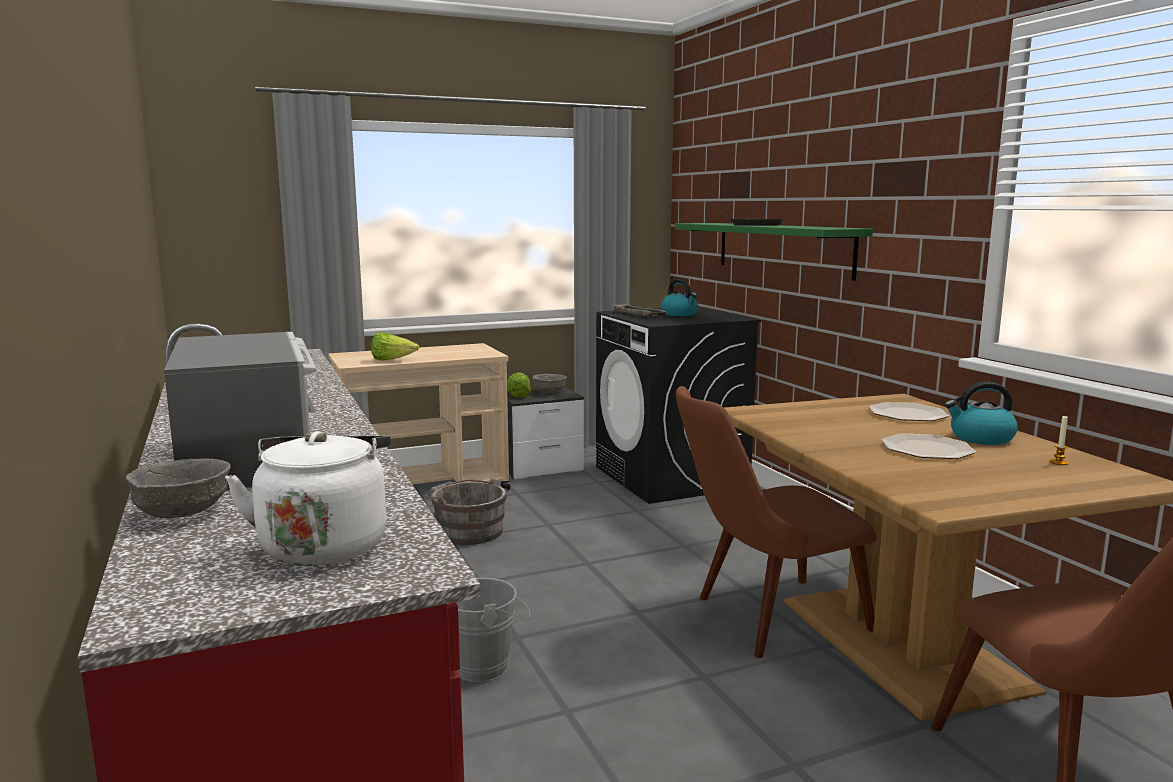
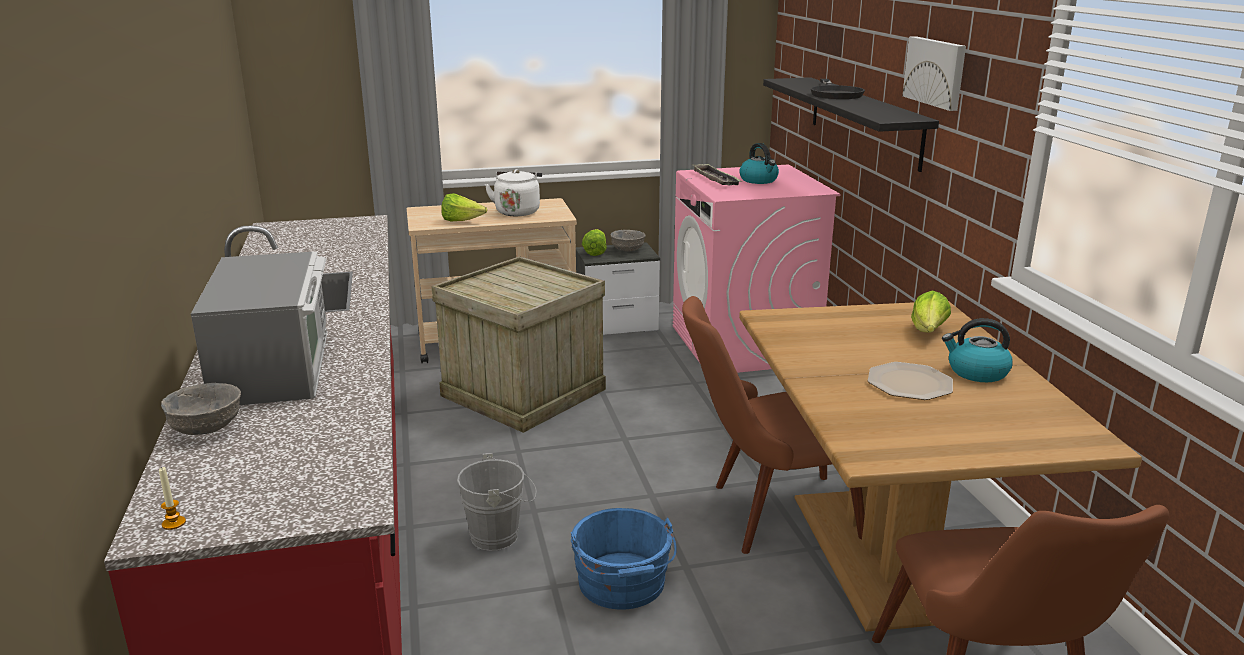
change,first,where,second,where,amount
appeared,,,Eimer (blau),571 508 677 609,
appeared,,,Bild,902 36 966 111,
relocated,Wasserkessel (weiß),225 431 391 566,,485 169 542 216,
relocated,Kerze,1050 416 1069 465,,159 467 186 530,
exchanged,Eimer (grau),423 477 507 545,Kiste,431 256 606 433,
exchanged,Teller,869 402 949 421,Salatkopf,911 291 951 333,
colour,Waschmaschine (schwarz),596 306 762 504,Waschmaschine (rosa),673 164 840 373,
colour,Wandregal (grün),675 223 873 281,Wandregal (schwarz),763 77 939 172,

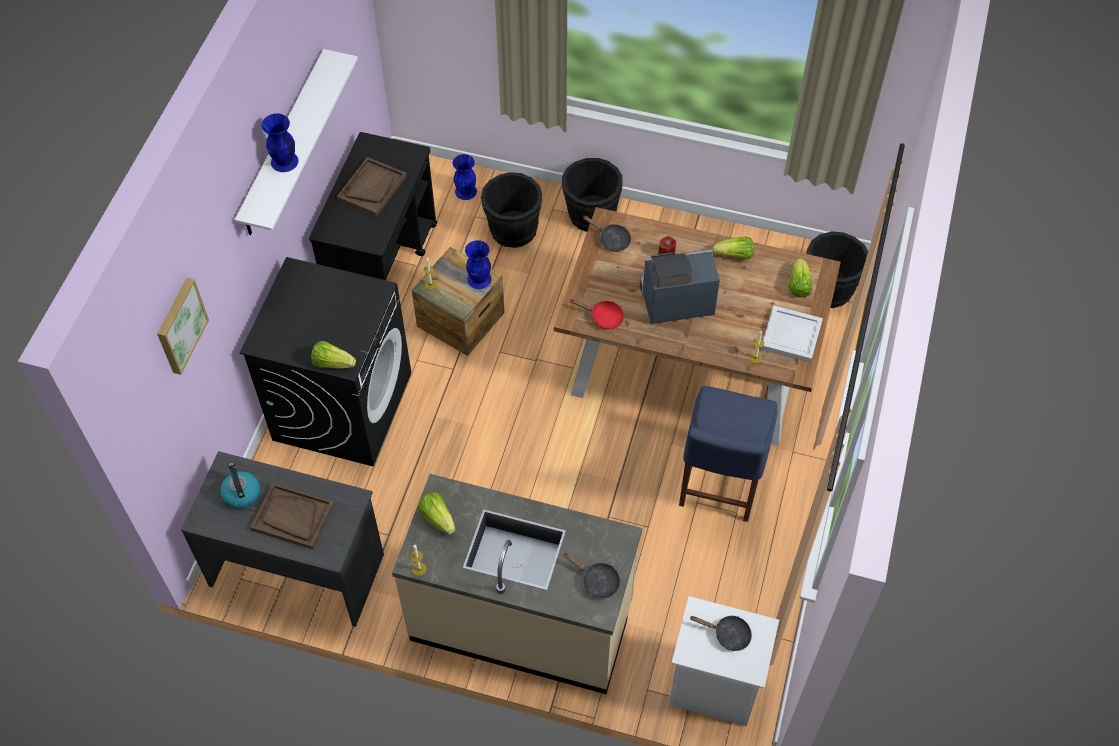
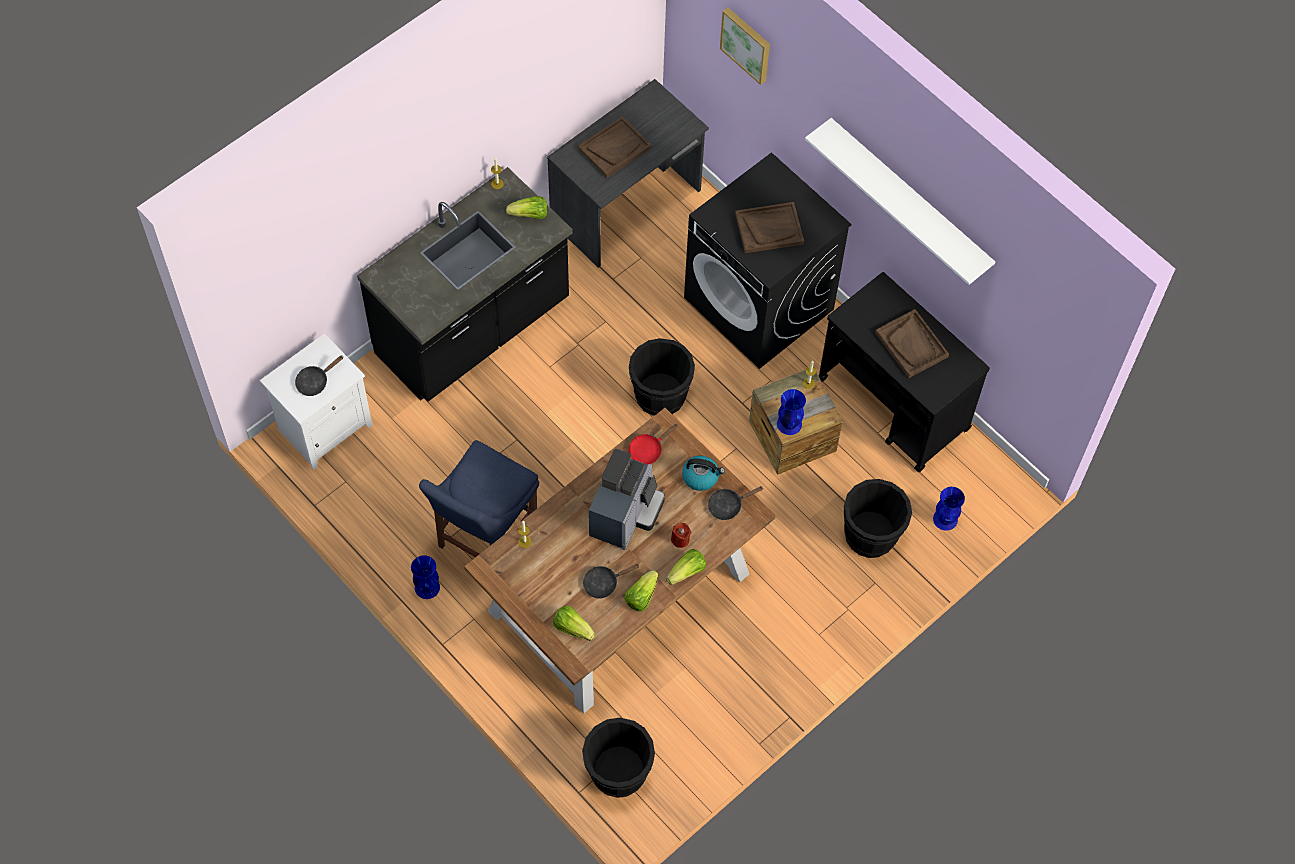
change,first,where,second,where,amount
missing,Tablett (weiß),761 306 823 363,,,
appeared,,,Tablett (braun),735 202 804 253,
relocated,Wasserkessel,220 463 260 508,,682 456 725 491,
relocated,Vase (blau),262 113 298 172,,411 555 440 599,
relocated,Salatkopf,311 341 356 369,,666 549 706 585,
relocated,Eimer (schwarz),562 158 623 232,,629 338 695 416,
relocated,Pfanne (schwarz),563 552 620 599,,583 564 640 598,
colour,Küchenzeile (beige),392 474 642 694,Küchenzeile (schwarz),357 167 573 402,
spun,Stuhl (blau),679 386 778 522,,419 440 539 557,105 degrees counterclockwise

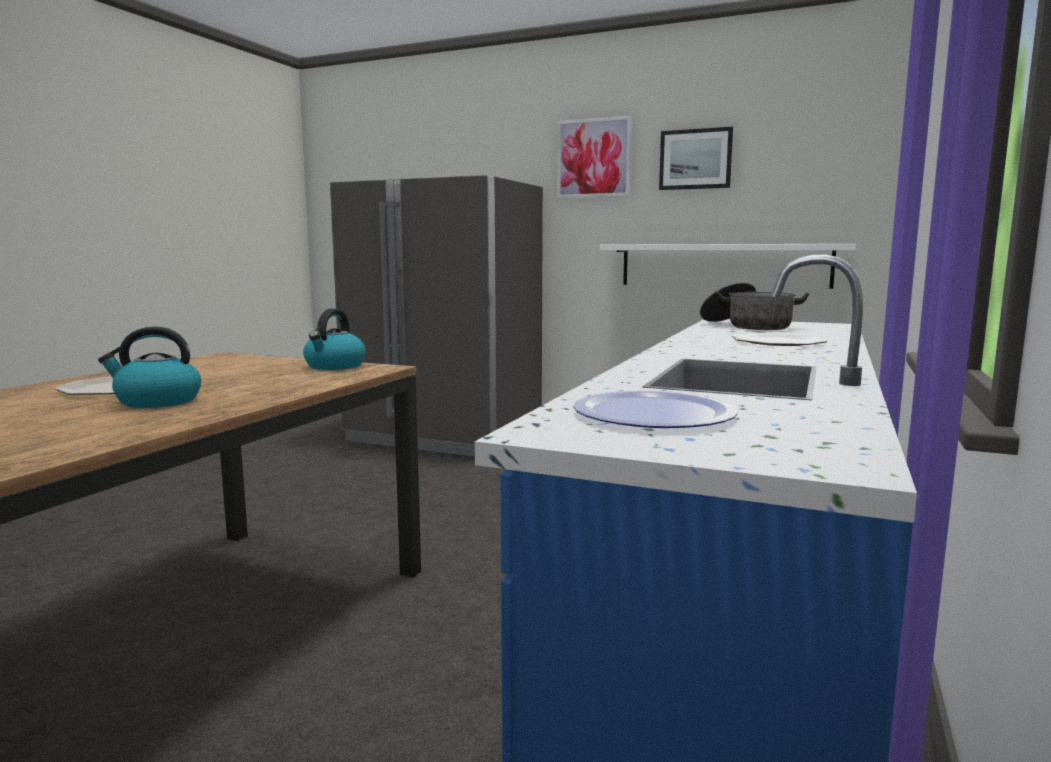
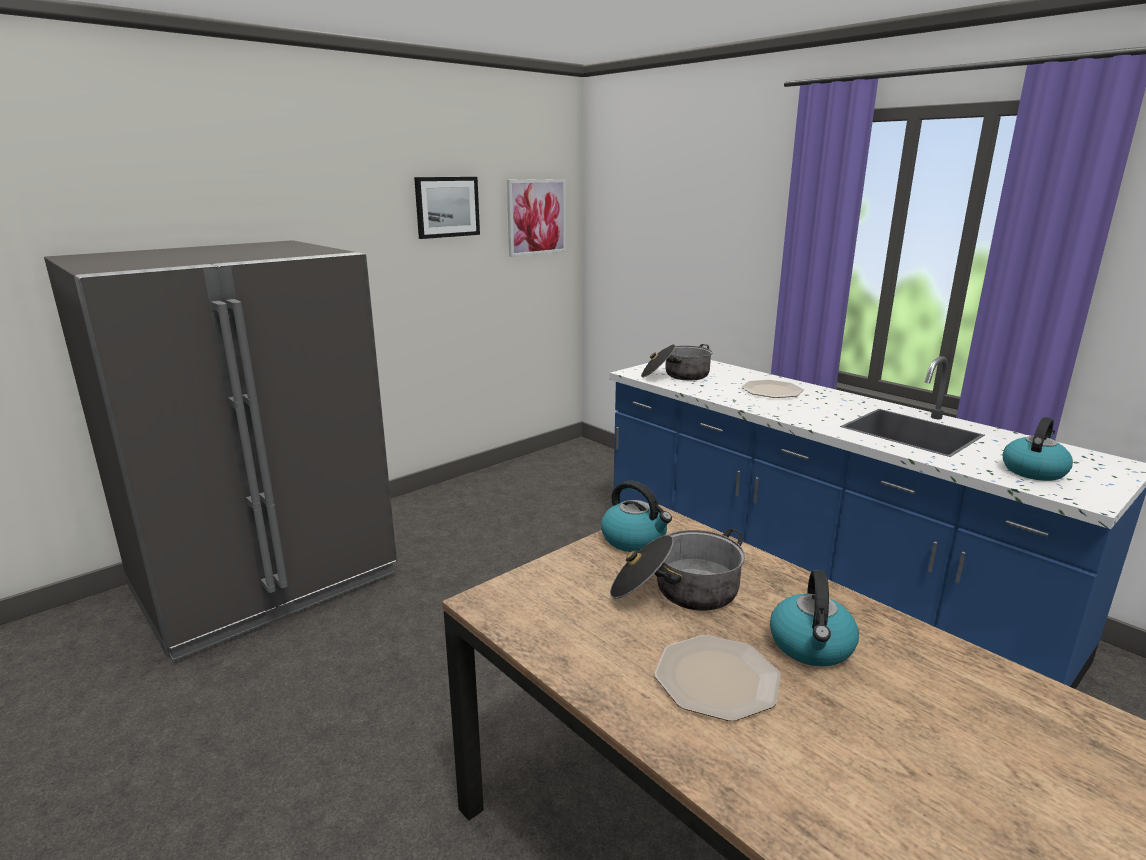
change,first,where,second,where,amount
missing,Wandregal (weiß),600 244 856 289,,,
appeared,,,Kochtopf,610 528 745 611,
relocated,Bild,557 116 632 198,,507 179 566 257,
exchanged,Teller,573 390 738 428,Wasserkessel,1003 417 1073 481,

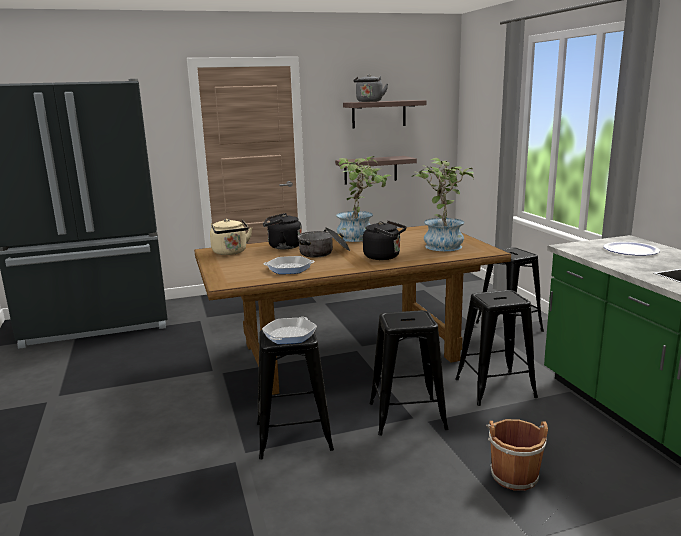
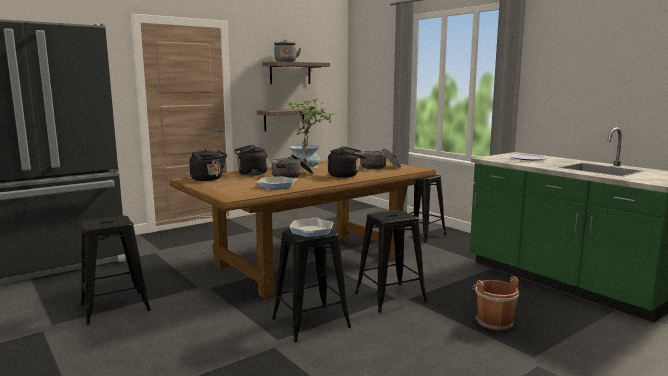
change,first,where,second,where,amount
relocated,Hocker (schwarz),455 290 538 406,,81 216 151 325,
exchanged,Topfpflanze,412 158 474 251,Kochtopf,358 148 401 169,
colour,Wasserkessel (beige),210 219 252 255,Wasserkessel (schwarz),189 149 227 181,

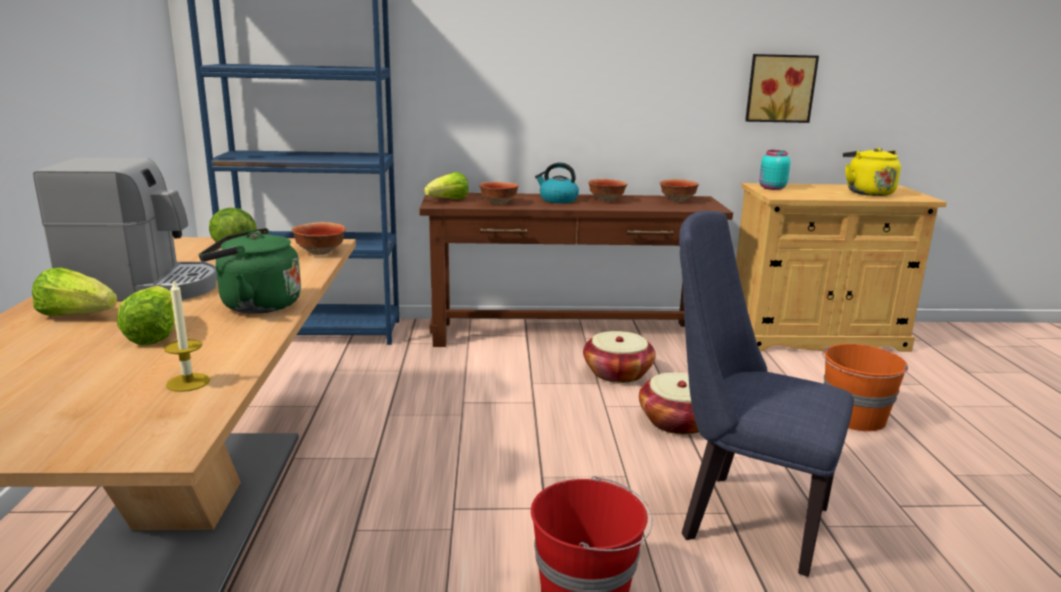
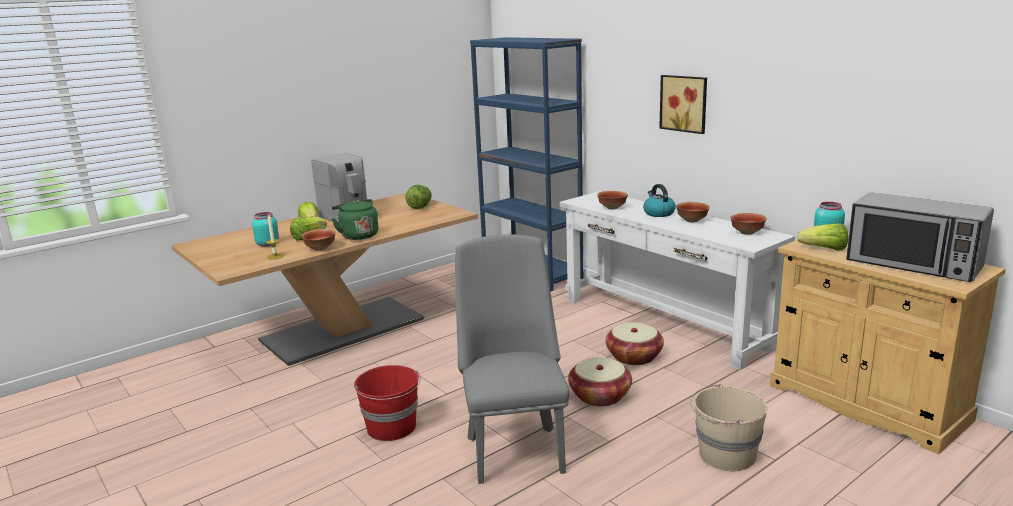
change,first,where,second,where,amount
appeared,,,Vorratsglas (türkis),252 212 279 247,
relocated,Schüssel,292 222 346 255,,302 229 336 251,
relocated,Salatkopf,424 172 469 199,,797 223 848 251,
relocated,Bild,745 54 819 123,,659 75 707 134,
exchanged,Wasserkessel (gelb),843 148 901 196,Mikrowelle,846 192 994 282,
colour,Konsolentisch (braun),419 193 733 347,Konsolentisch (weiß),560 191 795 370,
colour,Stuhl (blau),679 211 854 577,Stuhl (grau),455 234 570 484,
colour,Eimer (orange),822 344 908 431,Eimer (beige),690 384 767 471,

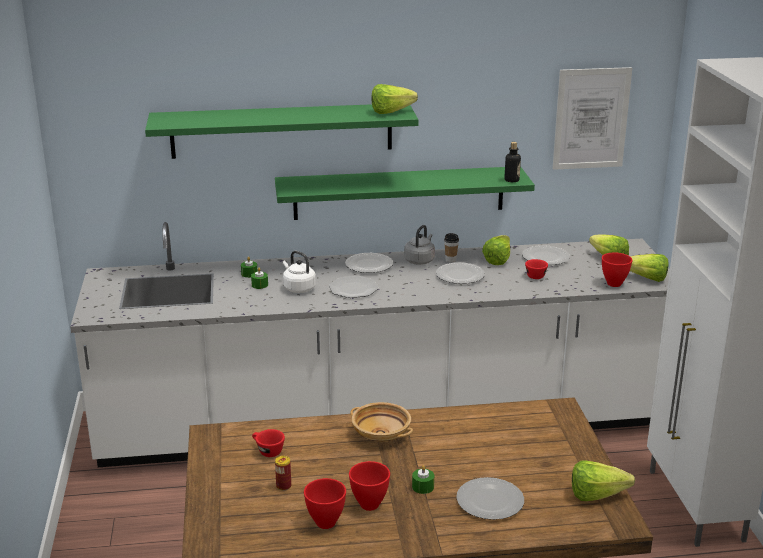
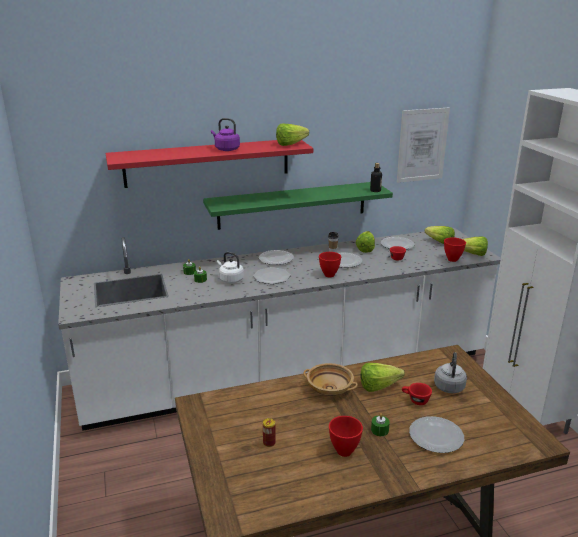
change,first,where,second,where,amount
appeared,,,Wasserkessel (lila),211 118 240 151,
relocated,Tasse (rot),252 429 285 457,,402 383 432 405,
relocated,Schüssel (rot),304 478 346 529,,319 252 341 277,
relocated,Wasserkessel (grau),404 225 435 265,,434 352 467 393,
relocated,Salatkopf,572 461 635 501,,360 363 405 392,
colour,Wandregal (grün),145 104 418 159,Wandregal (rot),106 140 313 188,

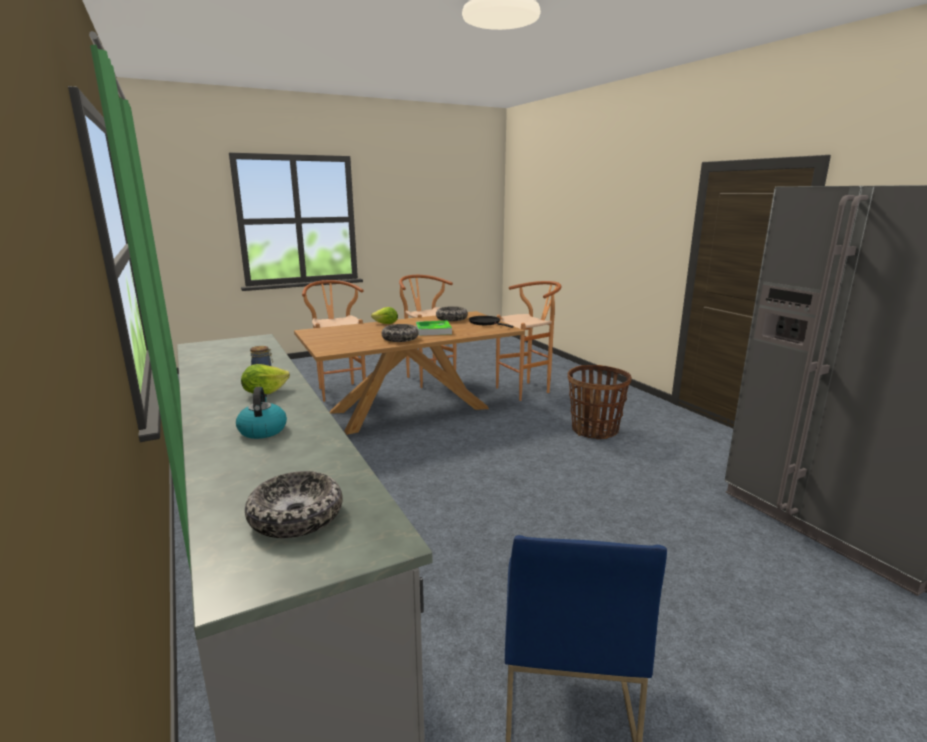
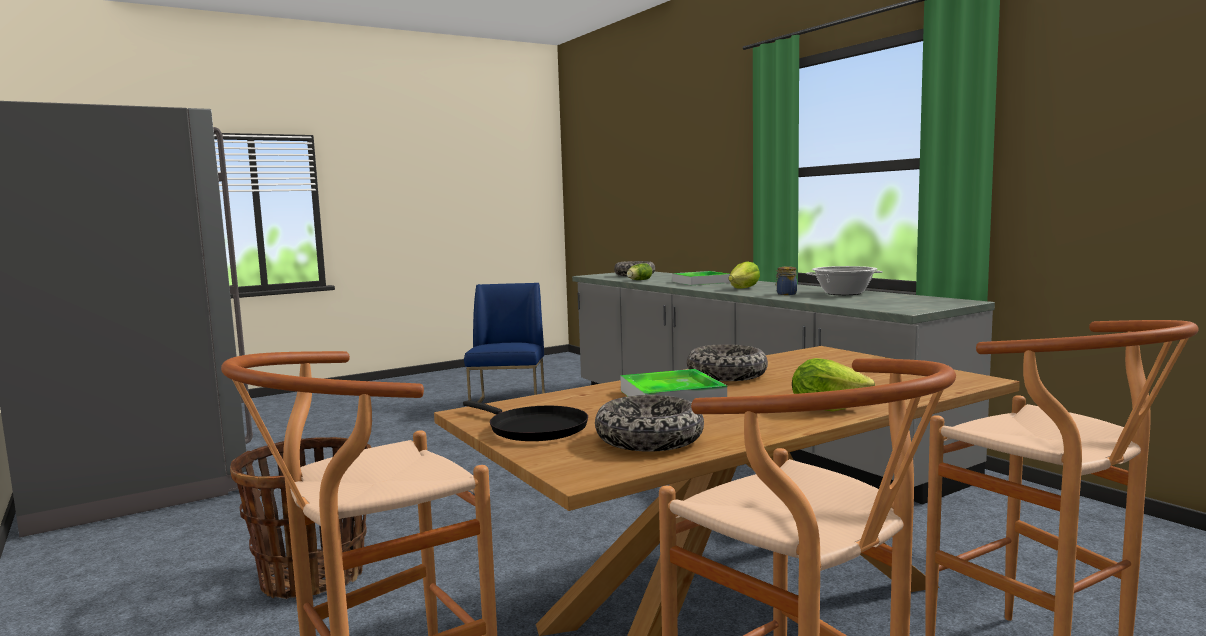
change,first,where,second,where,amount
appeared,,,Salatkopf,627 263 652 280,
appeared,,,Kochtopf,806 266 883 295,
exchanged,Wasserkessel,236 387 287 439,Tablett,672 271 731 285,

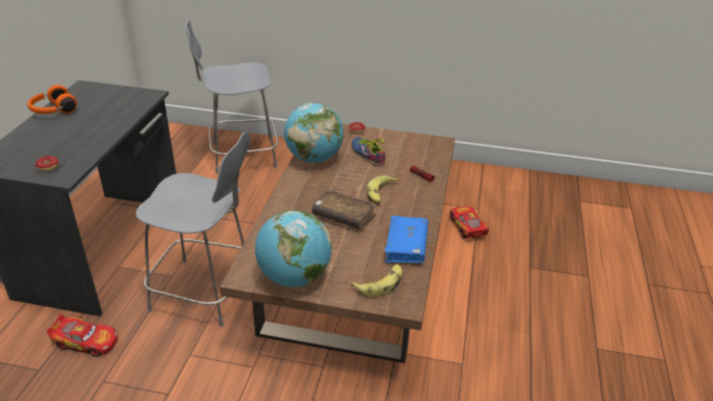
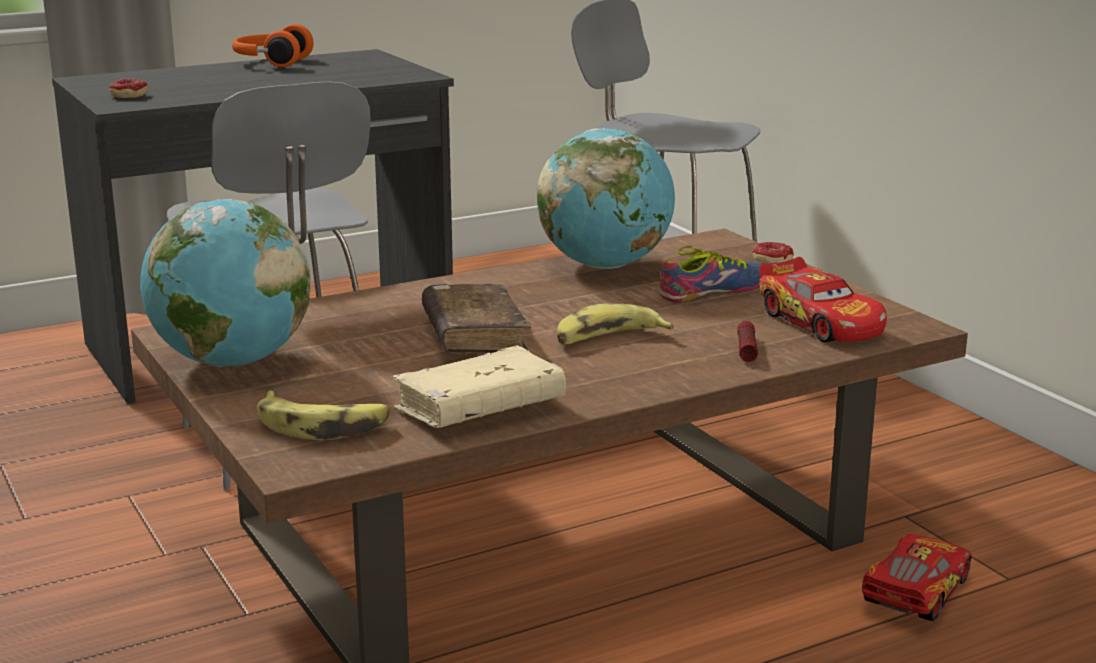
change,first,where,second,where,amount
relocated,Spielzeugauto,47 315 118 357,,759 257 887 343,
colour,Buch (blau),385 216 429 263,Buch (beige),391 345 566 428,
spun,Schuh,351 137 386 166,,660 246 762 302,45 degrees clockwise

